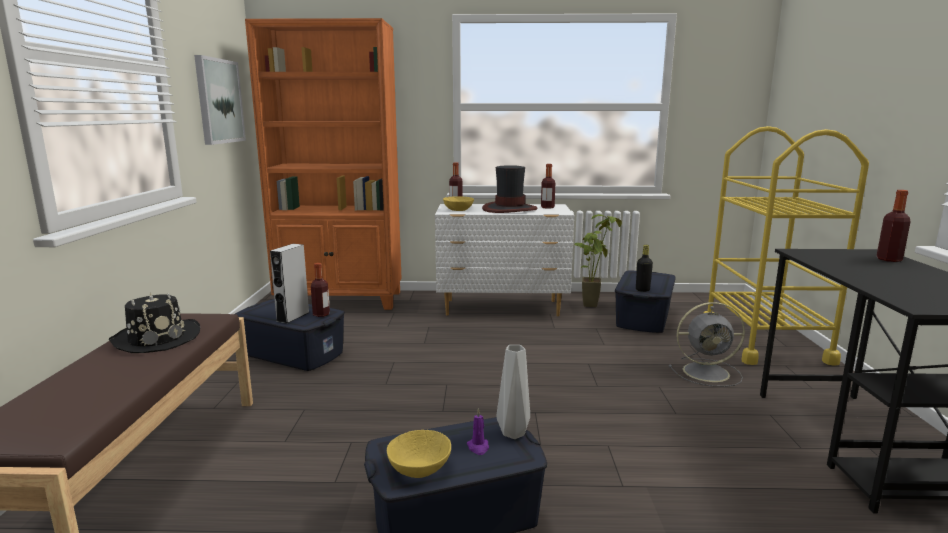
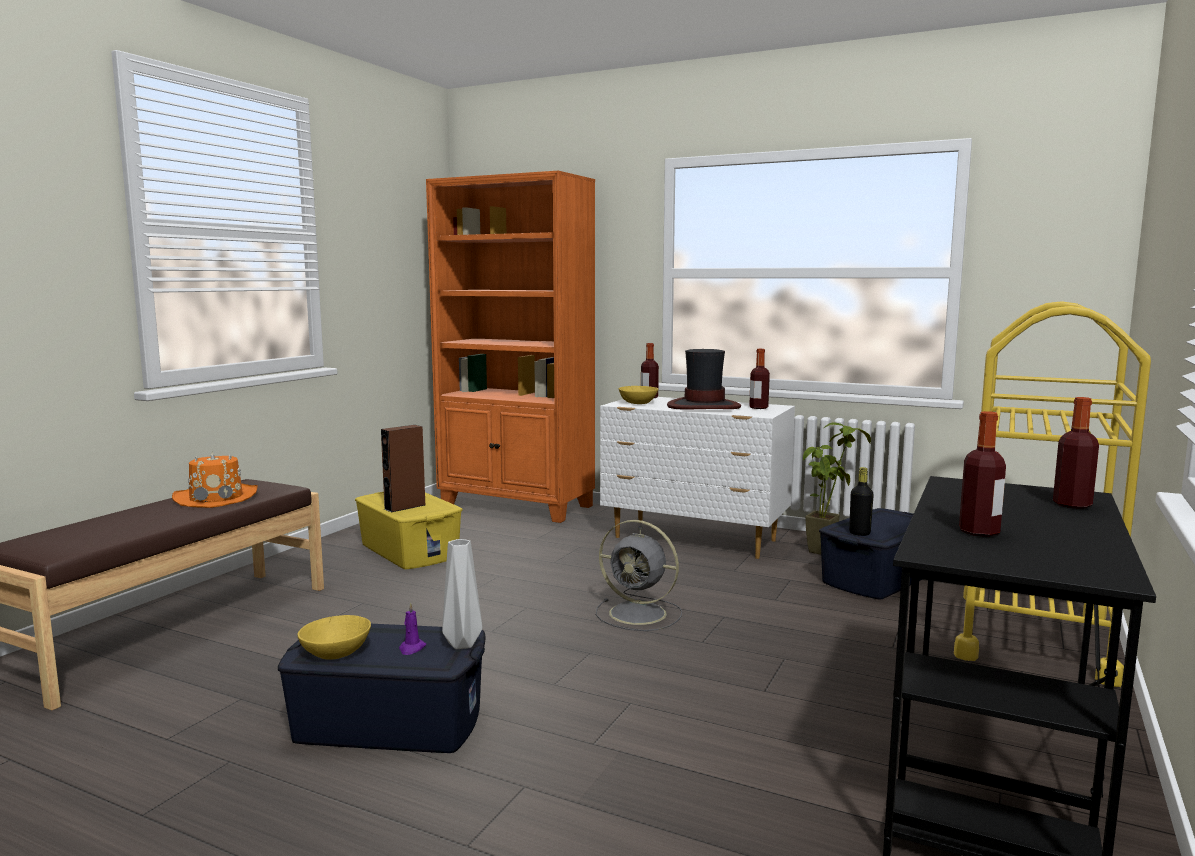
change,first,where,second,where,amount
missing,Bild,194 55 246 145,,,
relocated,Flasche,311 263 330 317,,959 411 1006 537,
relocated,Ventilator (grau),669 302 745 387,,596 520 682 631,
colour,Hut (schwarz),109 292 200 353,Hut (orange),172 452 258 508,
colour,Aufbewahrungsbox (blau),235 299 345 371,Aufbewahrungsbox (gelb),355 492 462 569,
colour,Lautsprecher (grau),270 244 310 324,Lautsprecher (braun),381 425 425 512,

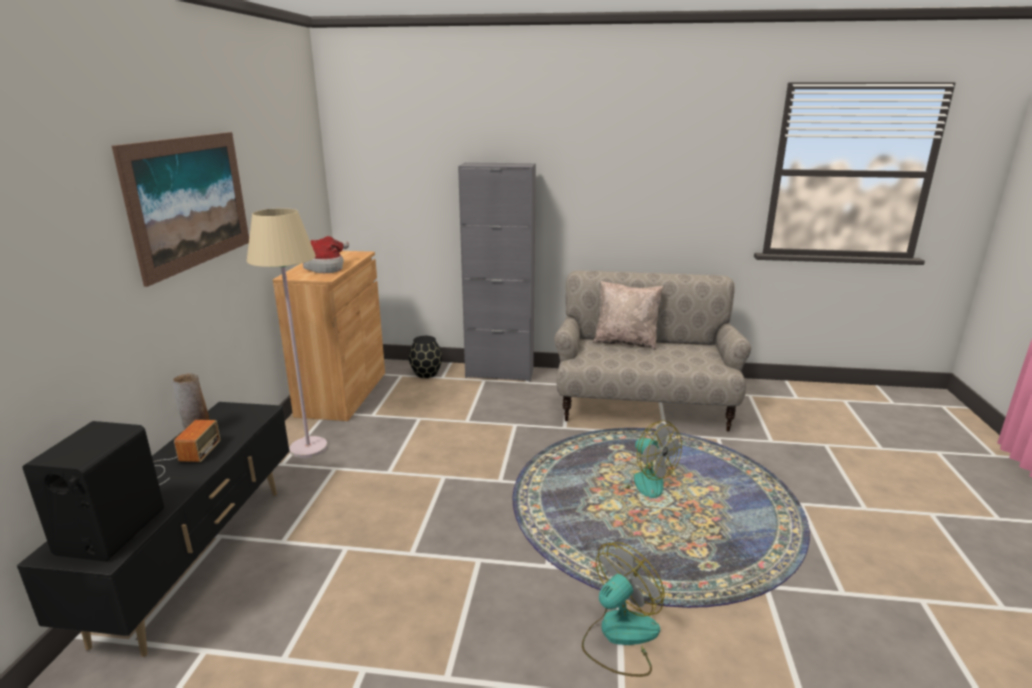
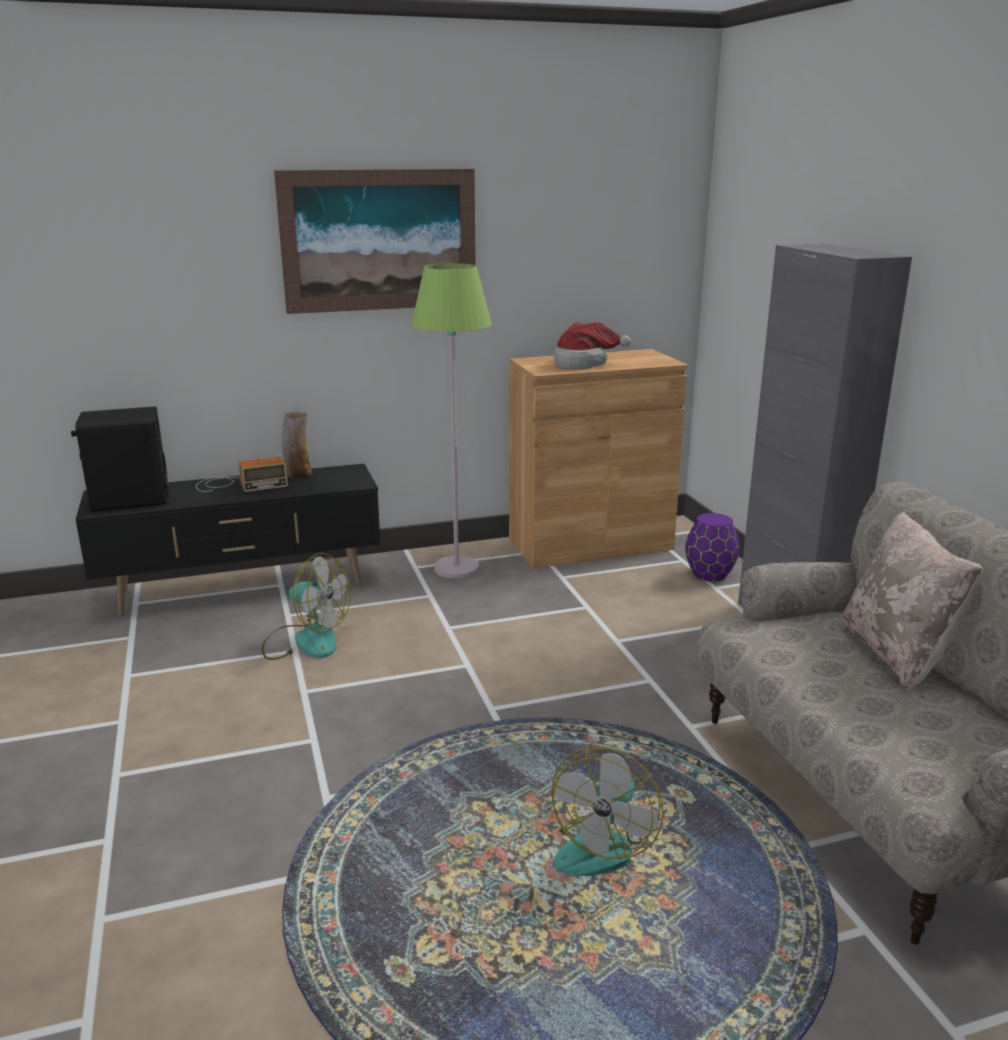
change,first,where,second,where,amount
relocated,Ventilator,582 542 665 677,,262 553 351 660,
colour,Stehlampe (beige),247 208 327 458,Stehlampe (grün),411 263 492 579,
colour,Vase (schwarz),409 336 442 378,Vase (lila),685 513 740 581,

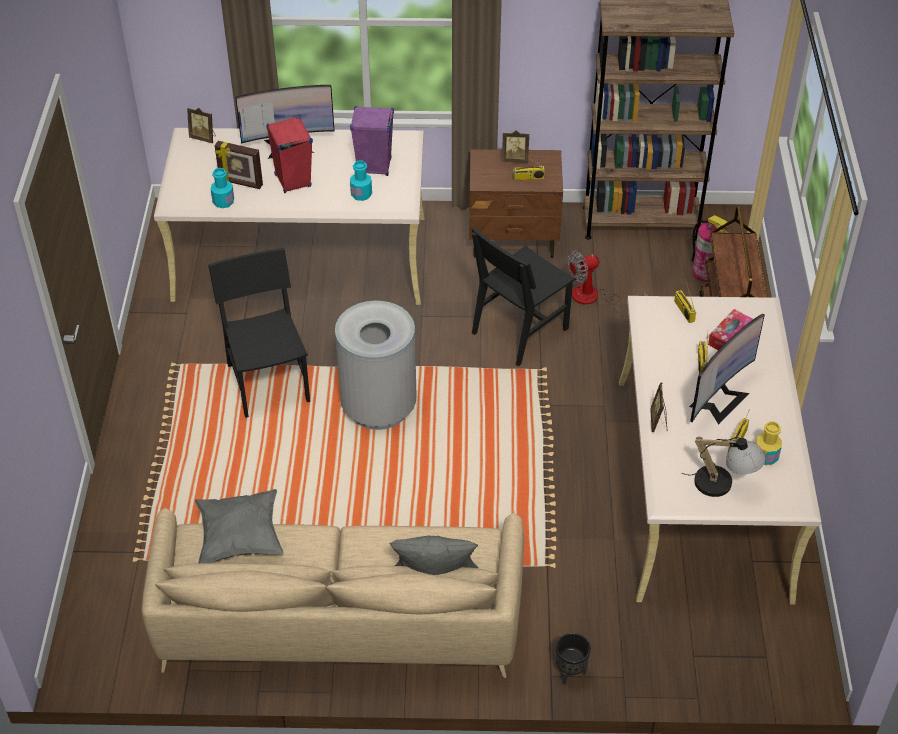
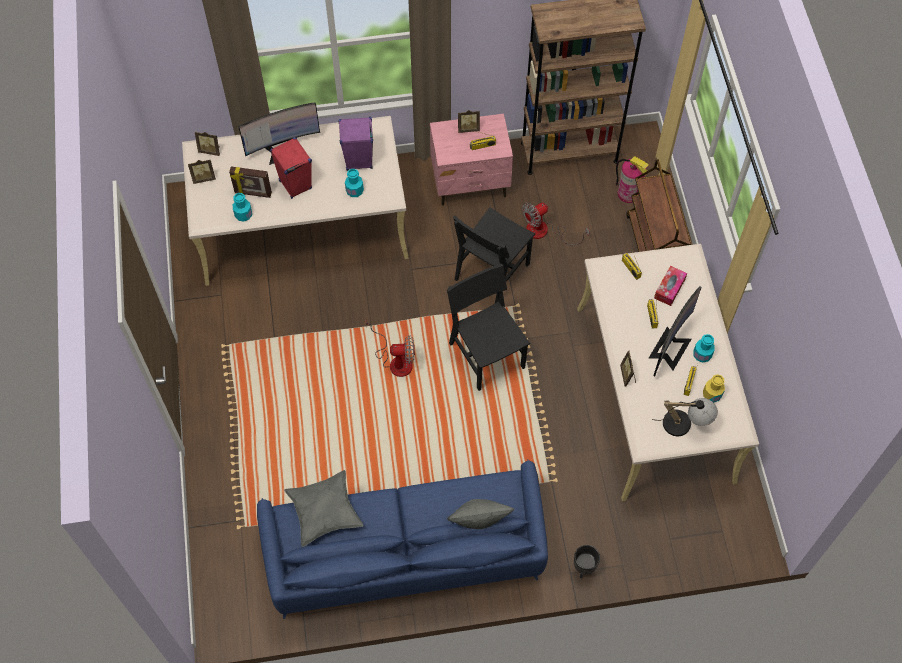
change,first,where,second,where,amount
appeared,,,Bilderrahmen,188 159 216 184,
appeared,,,Flasche (türkis),693 334 715 363,
relocated,Stuhl (schwarz),208 248 310 418,,447 264 530 391,
exchanged,Mülleimer (grau),335 301 417 430,Ventilator,366 323 415 377,
colour,Sofa (beige),142 507 524 678,Sofa (blau),257 460 548 619,
colour,Nachttisch (braun),469 149 563 258,Nachttisch (rosa),430 114 513 206,

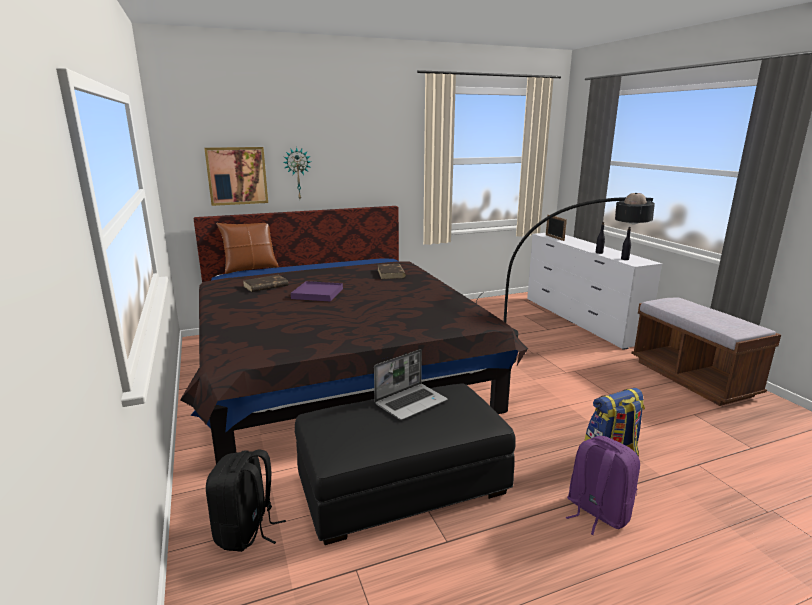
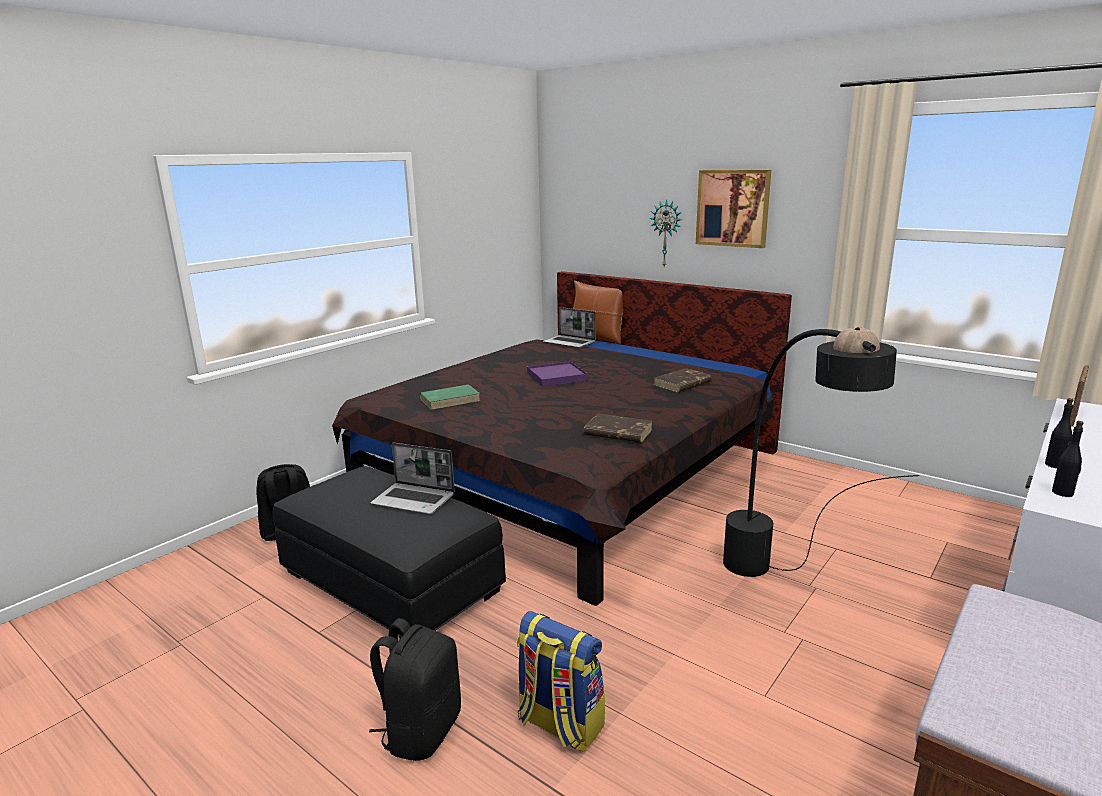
change,first,where,second,where,amount
appeared,,,Buch (grün),420 385 480 410,
appeared,,,Laptop,543 307 596 348,
relocated,Bild,204 147 268 206,,696 170 771 248,
relocated,Buch (braun),242 275 289 292,,583 413 653 443,
colour,Rucksack (lila),565 436 640 535,Rucksack (schwarz),369 618 461 761,

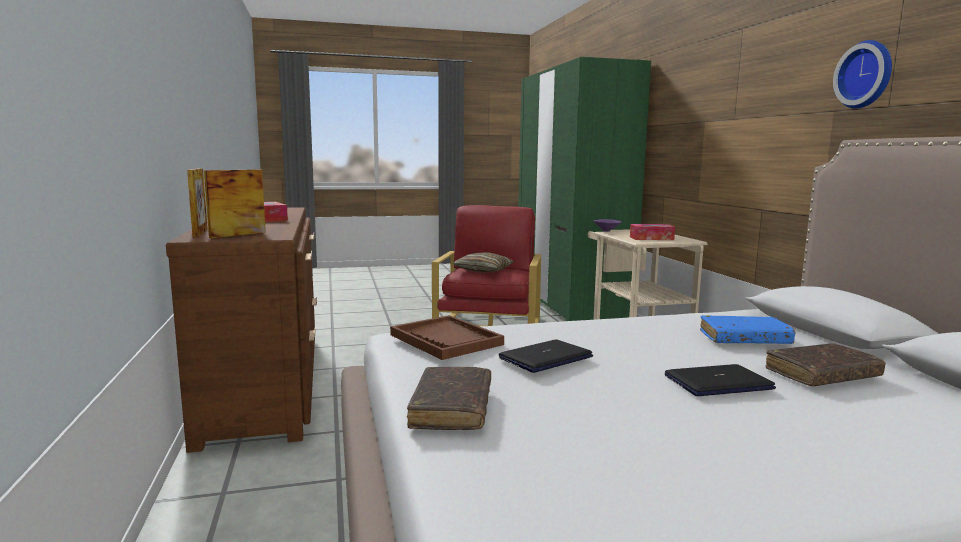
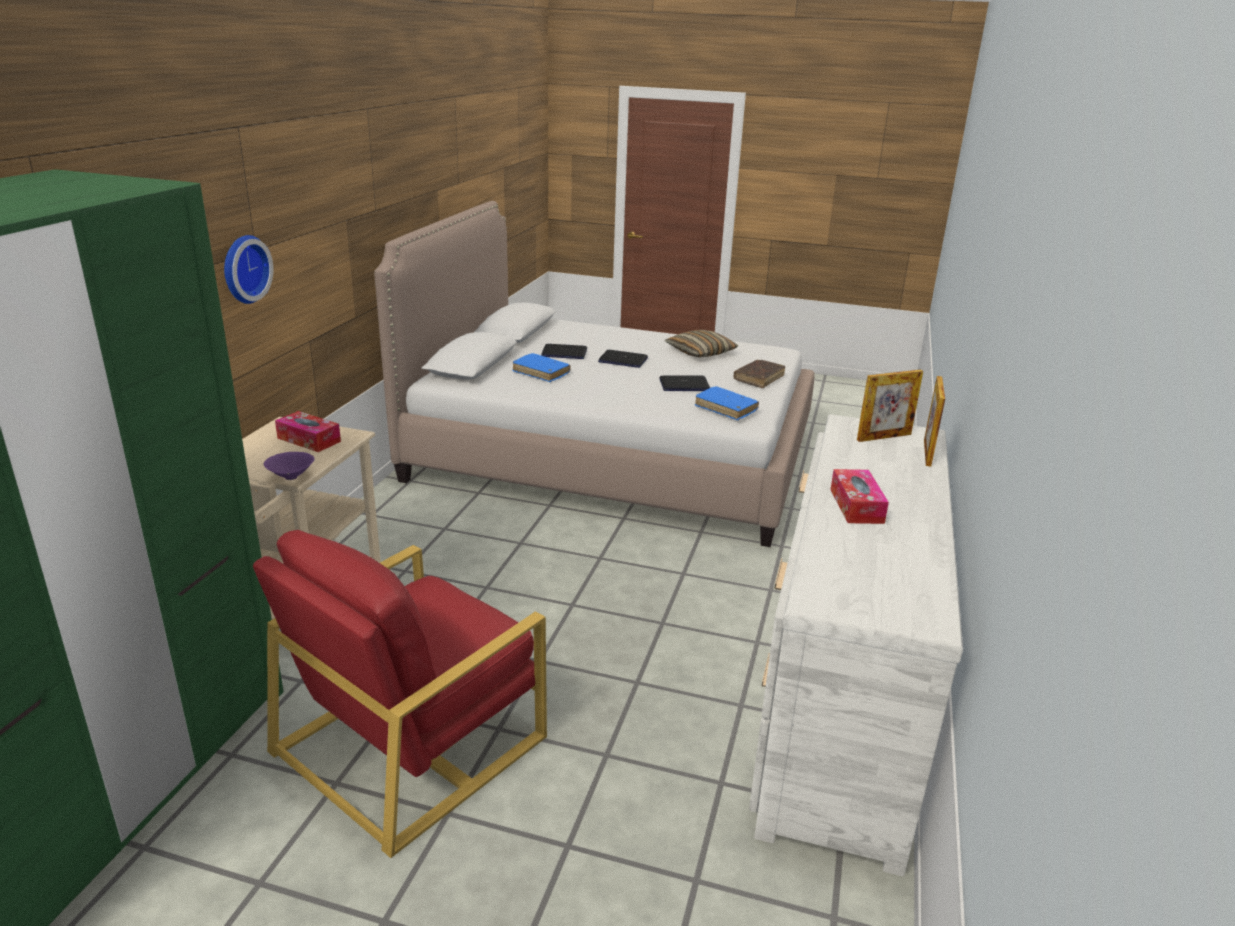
change,first,where,second,where,amount
relocated,Kissen,453 252 515 273,,665 330 738 358,
relocated,Wanduhr,833 40 892 109,,224 235 273 304,
exchanged,Tablett (braun),390 315 504 360,Buch (blau),695 386 759 420,
exchanged,Buch (braun),766 343 886 386,Laptop,541 344 587 359,
colour,Kommode (braun),166 207 317 453,Kommode (weiß),749 414 963 877,

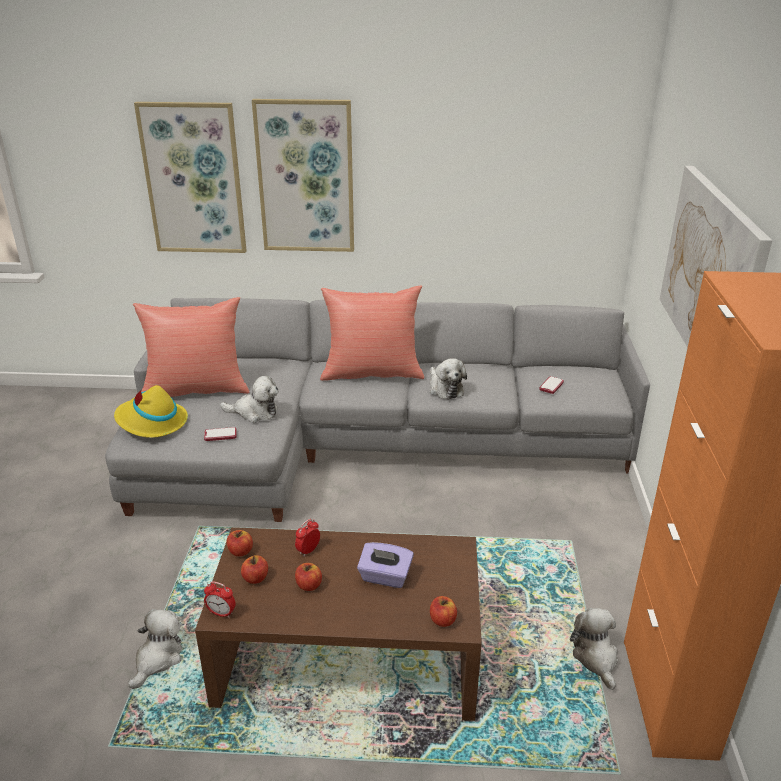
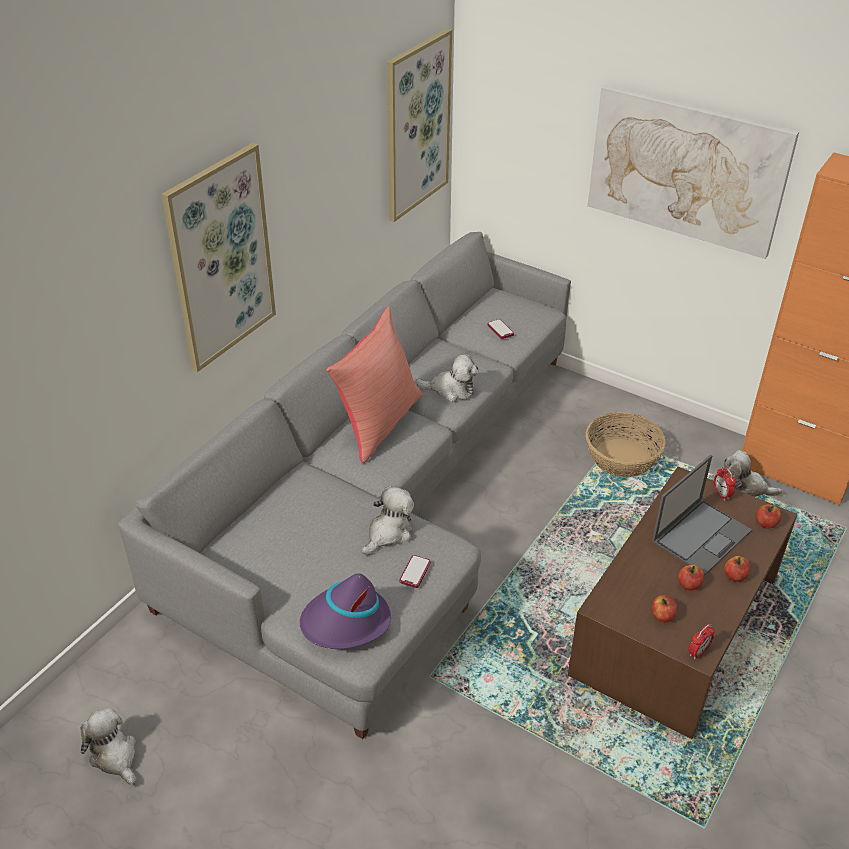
change,first,where,second,where,amount
missing,Kissen (rot),133 297 249 397,,,
appeared,,,Korb,586 412 666 477,
relocated,Plüschtier,128 609 182 689,,81 708 136 786,
relocated,Bild,134 102 247 253,,387 29 452 222,
relocated,Apfel,226 530 253 556,,724 556 750 582,
relocated,Wecker,295 519 320 557,,714 467 736 501,
exchanged,Taschentuchbox (lila),357 542 414 588,Laptop,652 455 752 576,
colour,Hut (gelb),114 385 188 438,Hut (lila),300 573 391 649,

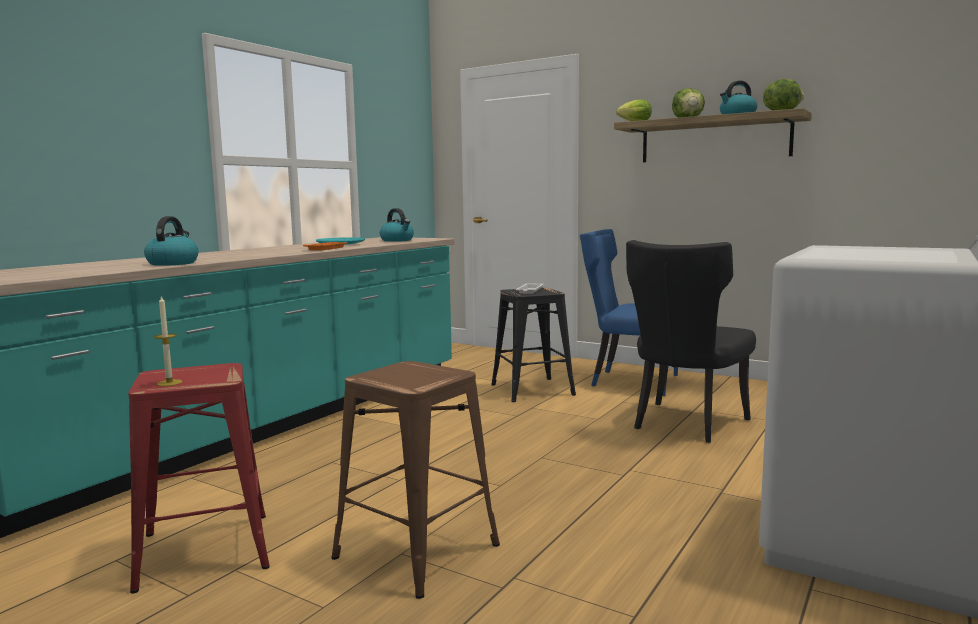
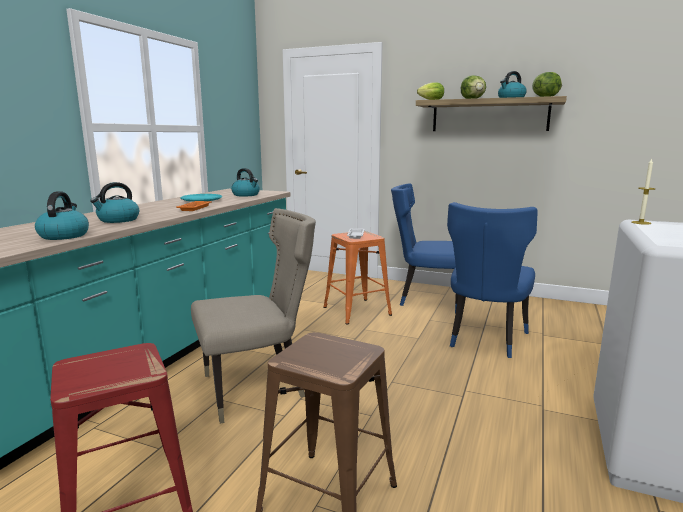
change,first,where,second,where,amount
appeared,,,Wasserkessel,90 182 139 223,
appeared,,,Stuhl (beige),191 208 316 424,
relocated,Kerze,154 296 183 386,,632 158 655 225,
colour,Hocker (schwarz),491 288 576 402,Hocker (orange),323 231 392 325,
colour,Stuhl (schwarz),626 240 756 443,Stuhl (blau),447 202 538 358,

